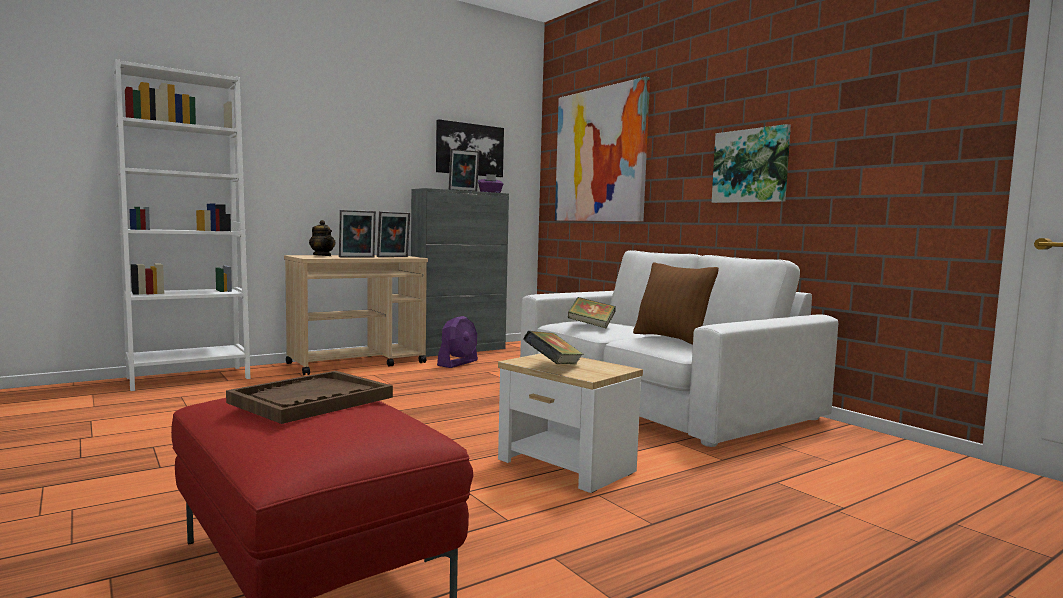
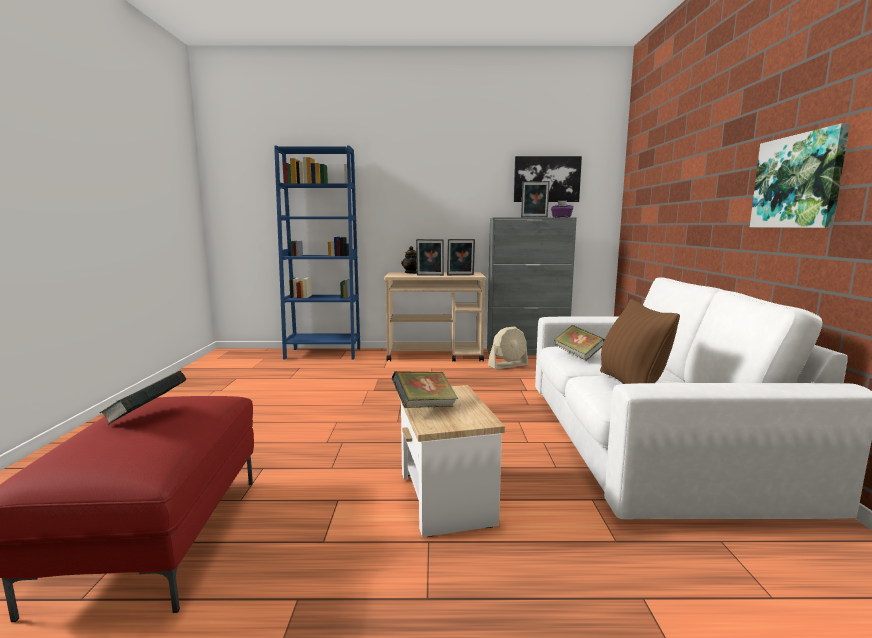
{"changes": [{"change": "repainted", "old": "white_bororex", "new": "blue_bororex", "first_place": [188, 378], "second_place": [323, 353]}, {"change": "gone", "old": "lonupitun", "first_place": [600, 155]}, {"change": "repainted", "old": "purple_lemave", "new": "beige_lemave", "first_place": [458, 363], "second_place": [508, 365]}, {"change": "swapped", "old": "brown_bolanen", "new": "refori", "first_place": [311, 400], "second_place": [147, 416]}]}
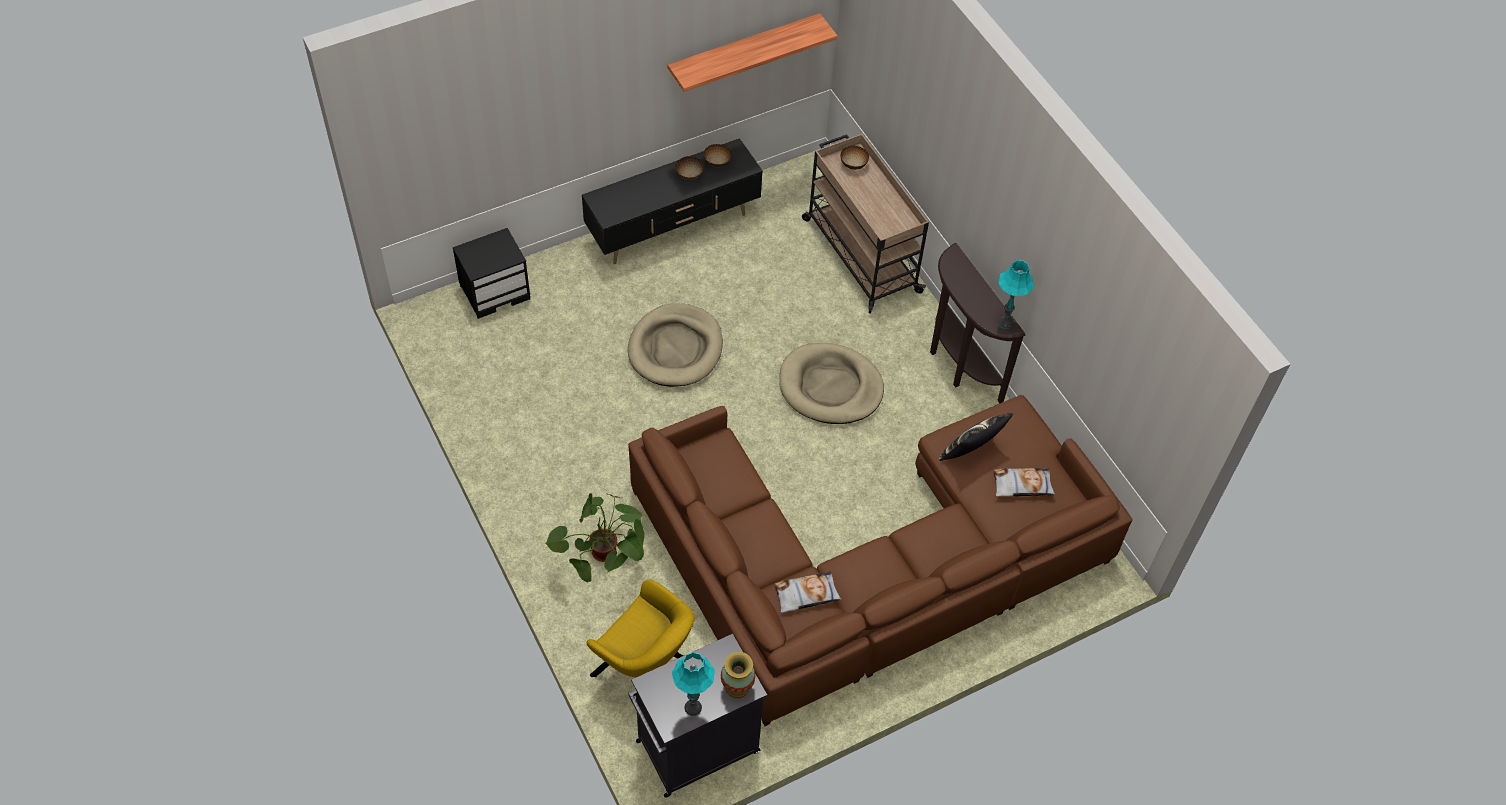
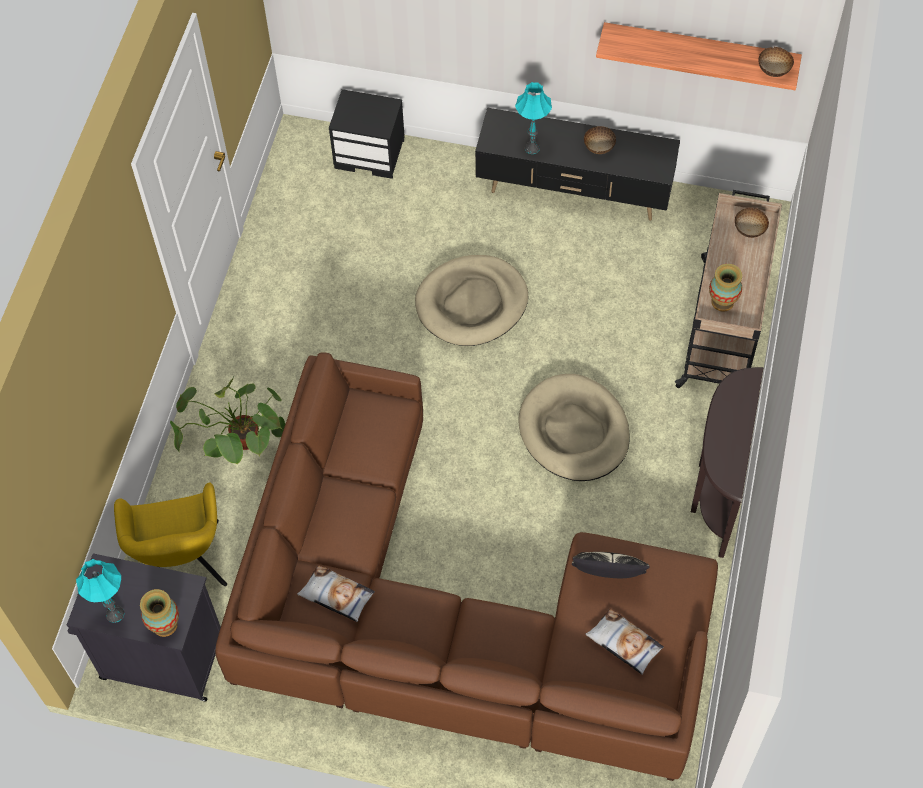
{"changes": [{"change": "shifted", "old": "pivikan", "first_place": [717, 163], "second_place": [774, 71]}, {"change": "shifted", "old": "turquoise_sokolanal", "first_place": [1005, 323], "second_place": [532, 148]}, {"change": "new", "new": "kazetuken", "second_place": [722, 302]}]}
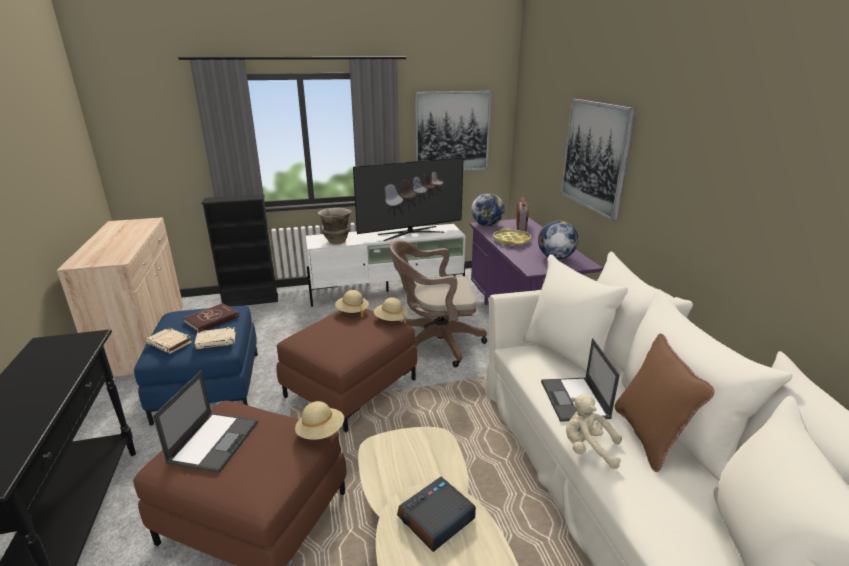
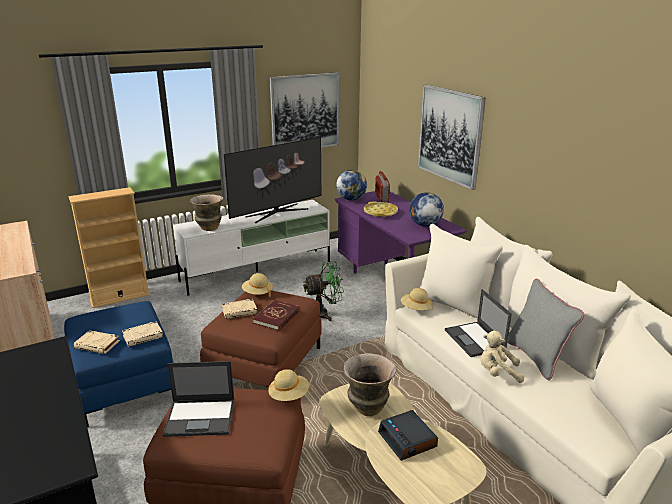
{"changes": [{"change": "repainted", "old": "black_bororex", "new": "beige_bororex", "first_place": [250, 300], "second_place": [120, 297]}, {"change": "swapped", "old": "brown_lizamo", "new": "green_lemave", "first_place": [435, 343], "second_place": [324, 314]}, {"change": "shifted", "old": "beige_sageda", "first_place": [391, 319], "second_place": [415, 309]}, {"change": "shifted", "old": "red_refori", "first_place": [212, 319], "second_place": [277, 317]}, {"change": "repainted", "old": "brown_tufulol", "new": "grey_tufulol", "first_place": [648, 436], "second_place": [536, 357]}, {"change": "rotated", "old": "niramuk", "first_place": [214, 441], "second_place": [201, 417], "degrees": 90}, {"change": "rotated", "old": "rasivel", "first_place": [436, 519], "second_place": [408, 440], "degrees": -60}, {"change": "new", "new": "beige_refori", "second_place": [240, 311]}, {"change": "new", "new": "kazetuken", "second_place": [368, 407]}]}
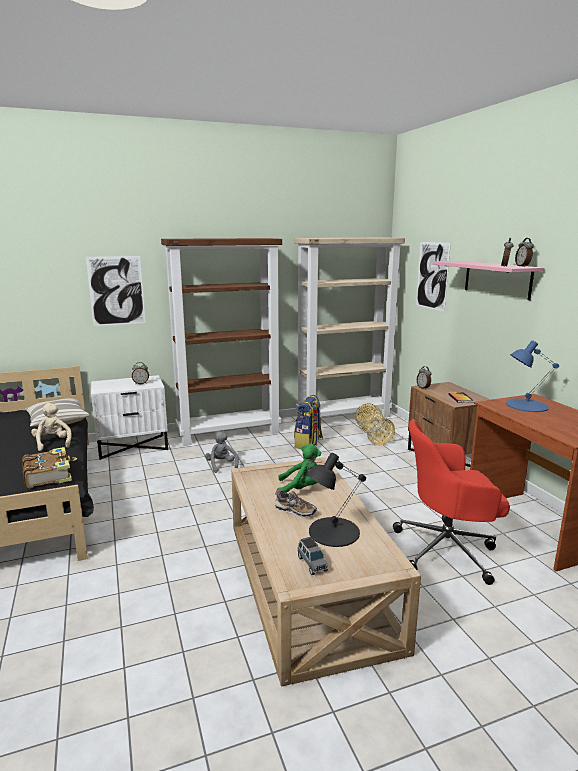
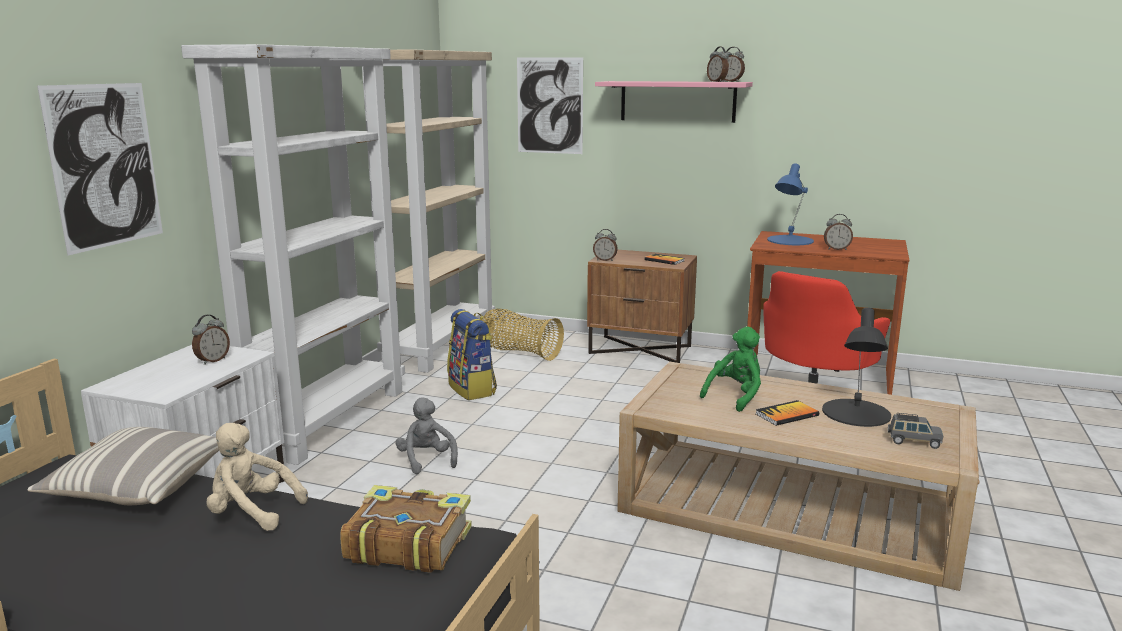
{"changes": [{"change": "repainted", "old": "brown_bororex", "new": "white_bororex", "first_place": [229, 433], "second_place": [329, 419]}, {"change": "rotated", "old": "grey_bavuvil", "first_place": [222, 466], "second_place": [426, 460], "degrees": 45}, {"change": "swapped", "old": "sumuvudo", "new": "refori", "first_place": [295, 511], "second_place": [787, 415]}, {"change": "new", "new": "rasivel", "second_place": [836, 249]}]}
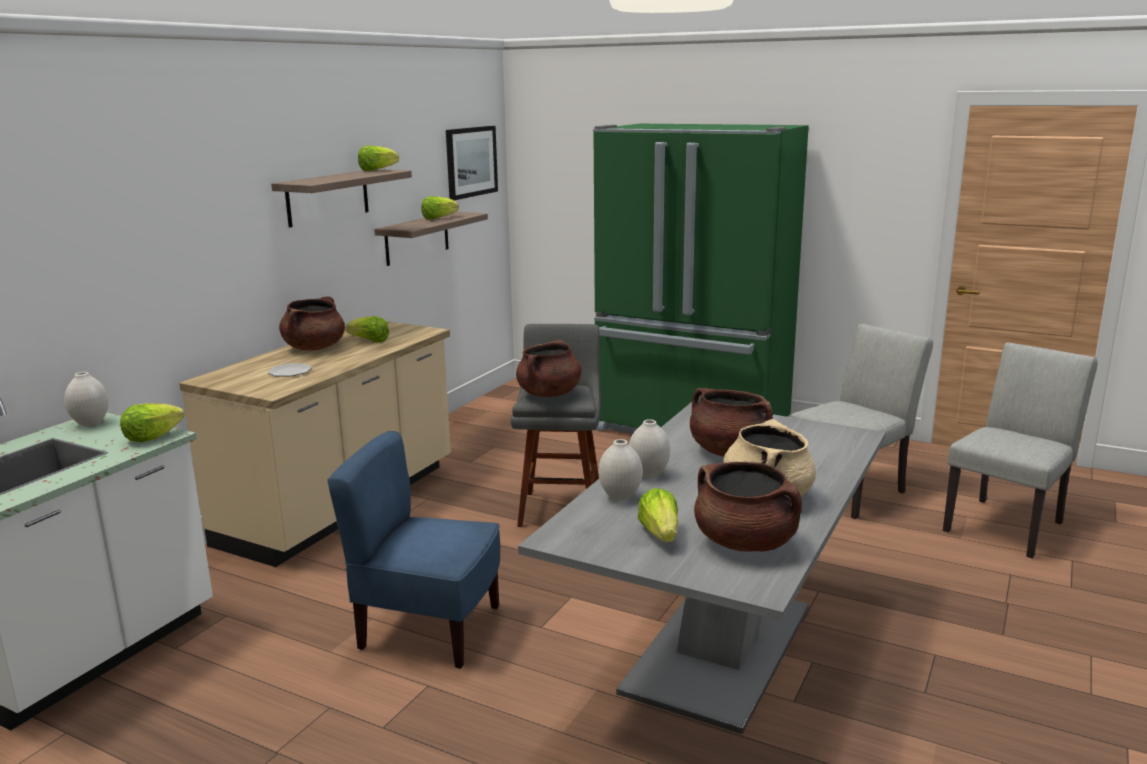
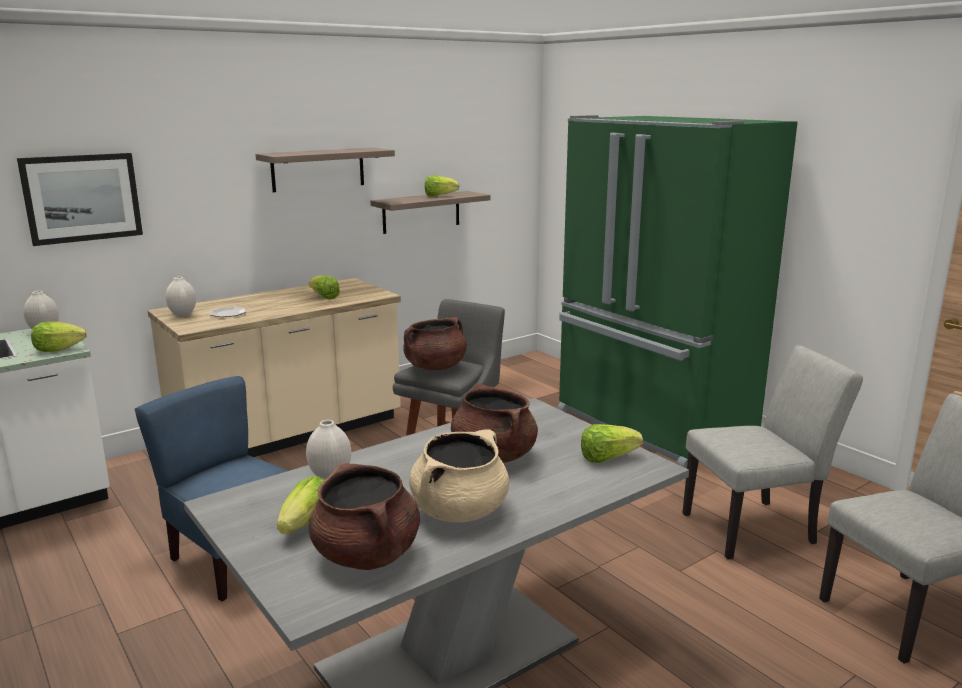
{"changes": [{"change": "shifted", "old": "lonupitun", "first_place": [471, 162], "second_place": [82, 198]}, {"change": "shifted", "old": "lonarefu", "first_place": [377, 170], "second_place": [607, 458]}, {"change": "gone", "old": "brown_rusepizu", "first_place": [314, 348]}, {"change": "shifted", "old": "white_kazetuken", "first_place": [648, 474], "second_place": [182, 315]}]}
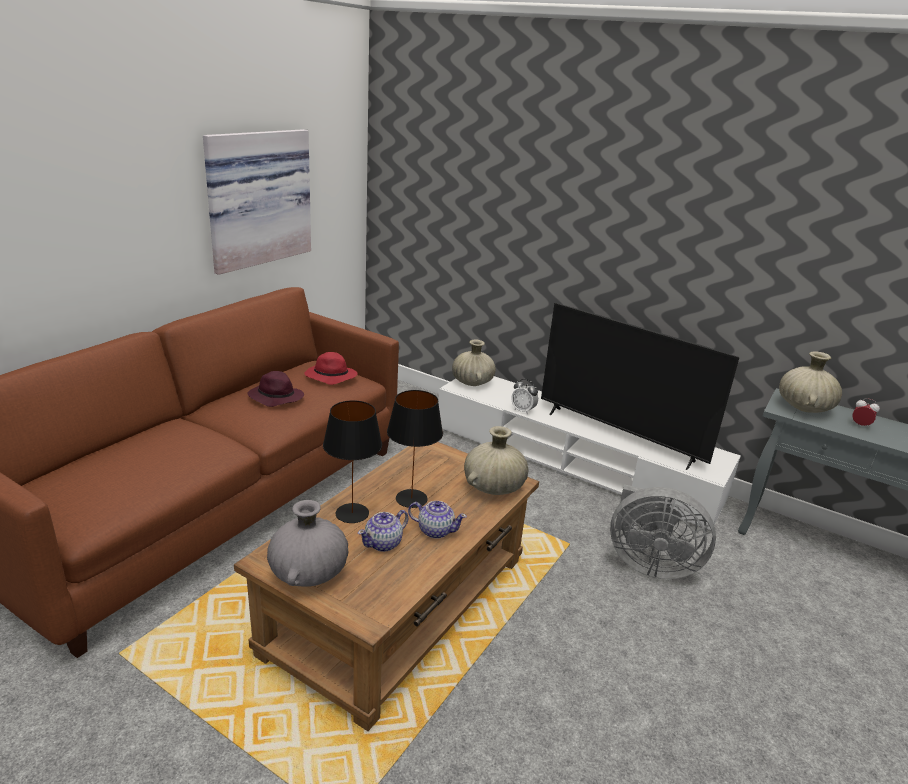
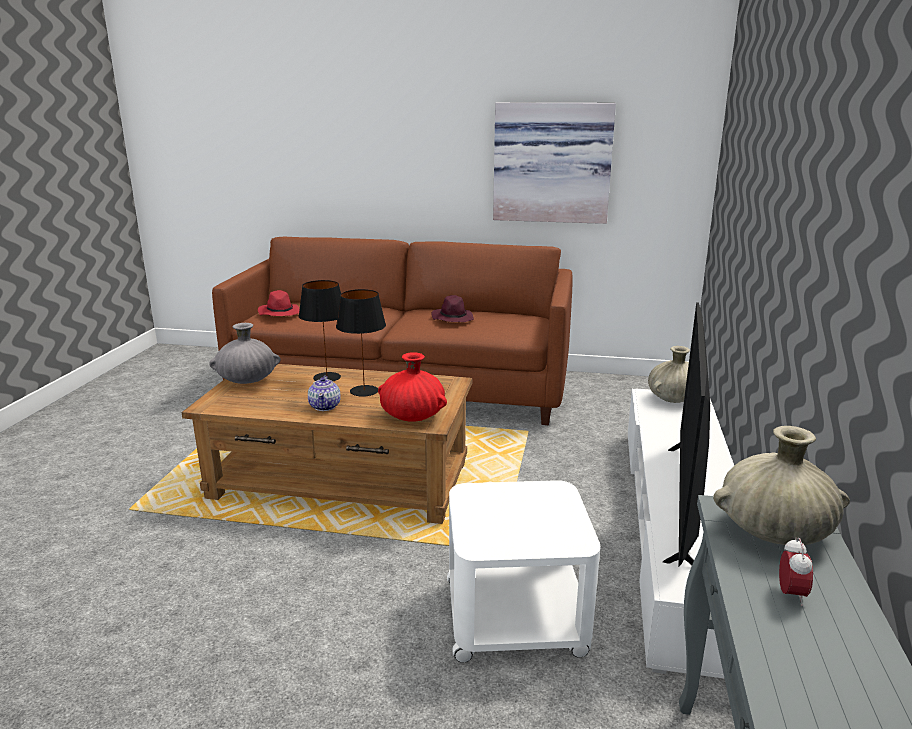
{"changes": [{"change": "shifted", "old": "red_sageda", "first_place": [330, 377], "second_place": [279, 313]}, {"change": "gone", "old": "rasivel", "first_place": [523, 411]}, {"change": "repainted", "old": "beige_kazetuken", "new": "red_kazetuken", "first_place": [493, 487], "second_place": [412, 416]}, {"change": "swapped", "old": "grey_lemave", "new": "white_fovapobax", "first_place": [649, 564], "second_place": [516, 616]}, {"change": "gone", "old": "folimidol", "first_place": [383, 543]}]}
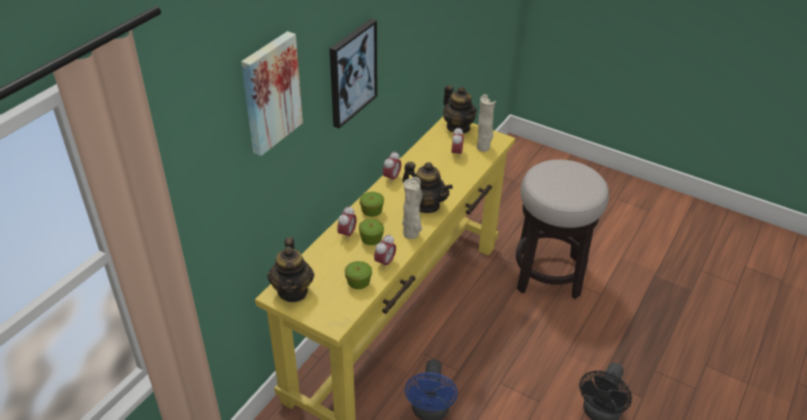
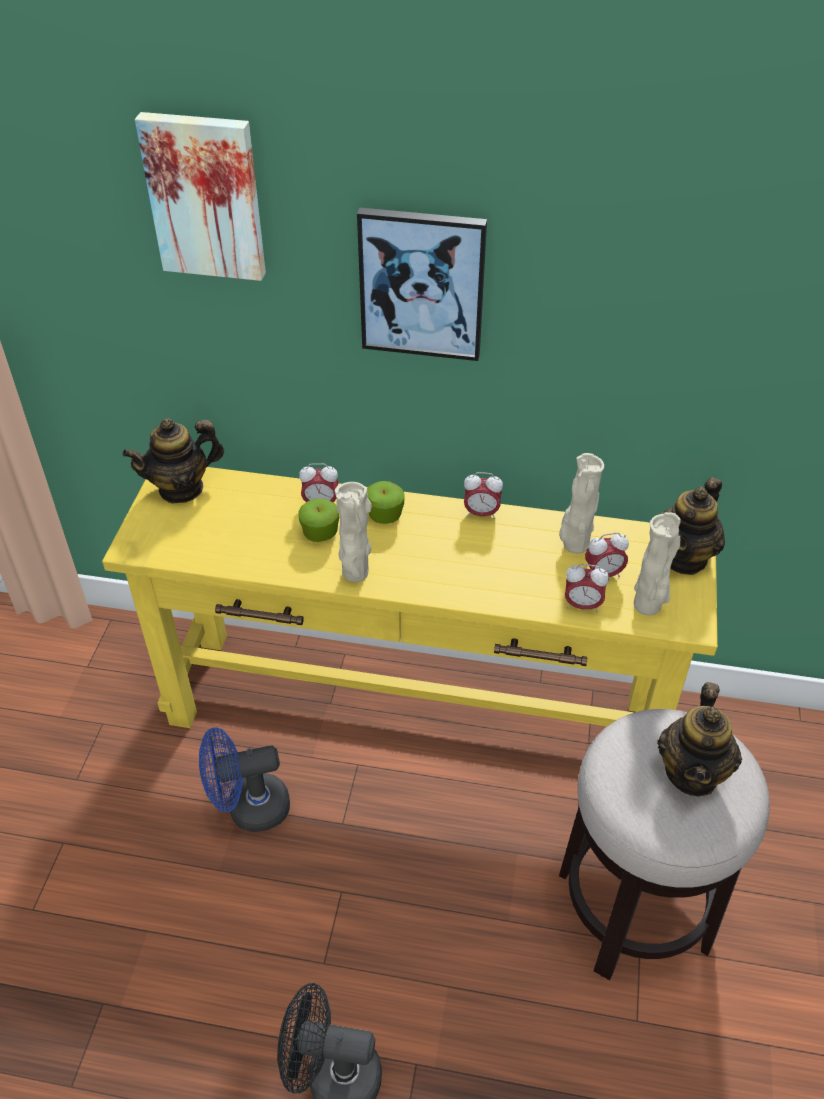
{"changes": [{"change": "shifted", "old": "folimidol", "first_place": [426, 205], "second_place": [692, 772]}, {"change": "shifted", "old": "rasivel", "first_place": [385, 263], "second_place": [582, 605]}, {"change": "gone", "old": "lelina", "first_place": [358, 283]}, {"change": "new", "new": "beige_kazetuken", "second_place": [574, 545]}]}
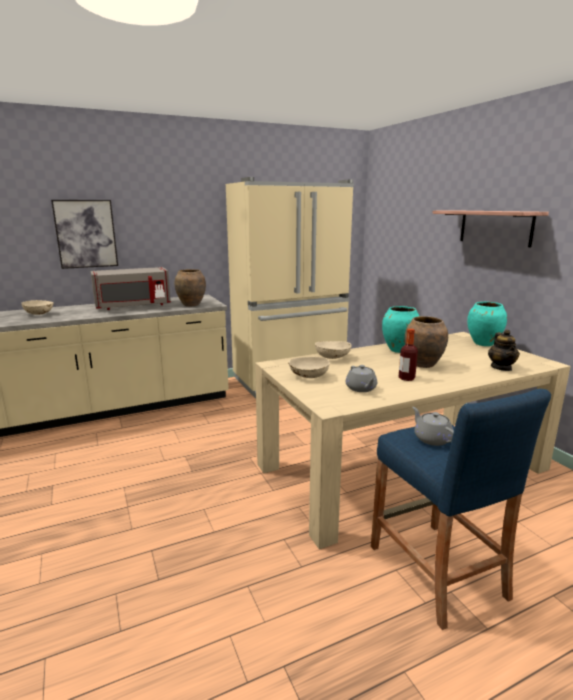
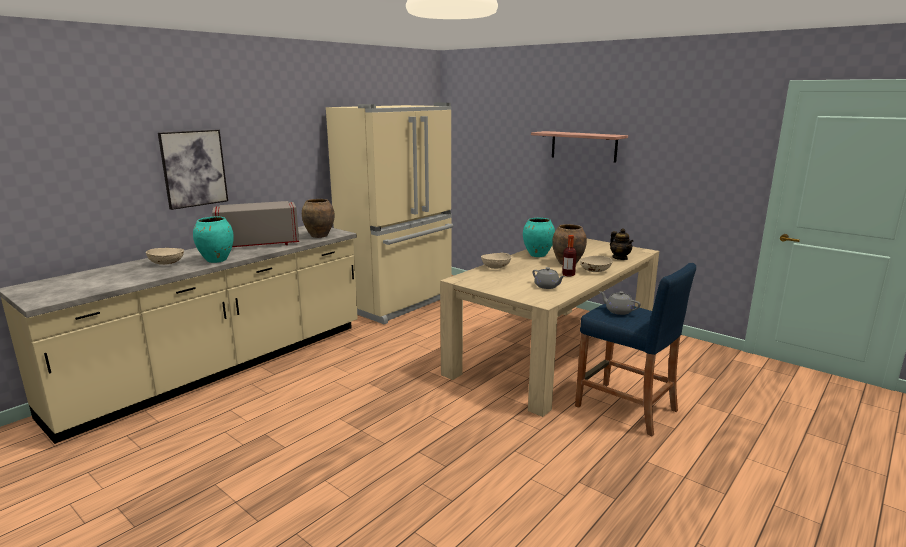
{"changes": [{"change": "rotated", "old": "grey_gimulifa", "first_place": [133, 306], "second_place": [258, 243], "degrees": -150}, {"change": "shifted", "old": "turquoise_kazetuken", "first_place": [484, 344], "second_place": [217, 260]}, {"change": "shifted", "old": "beige_pivikan", "first_place": [308, 377], "second_place": [595, 271]}]}
